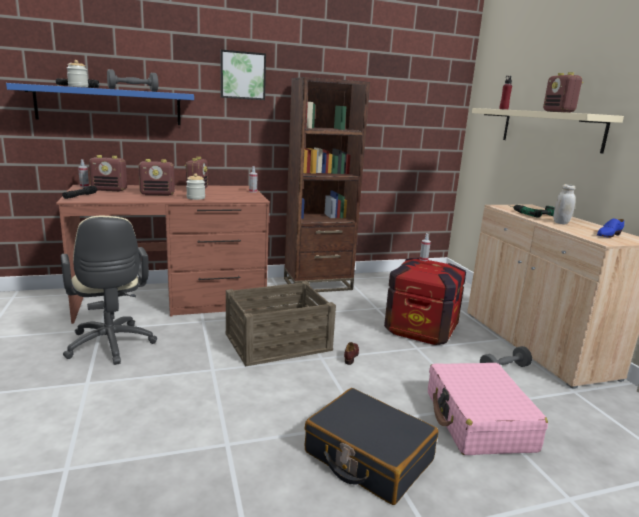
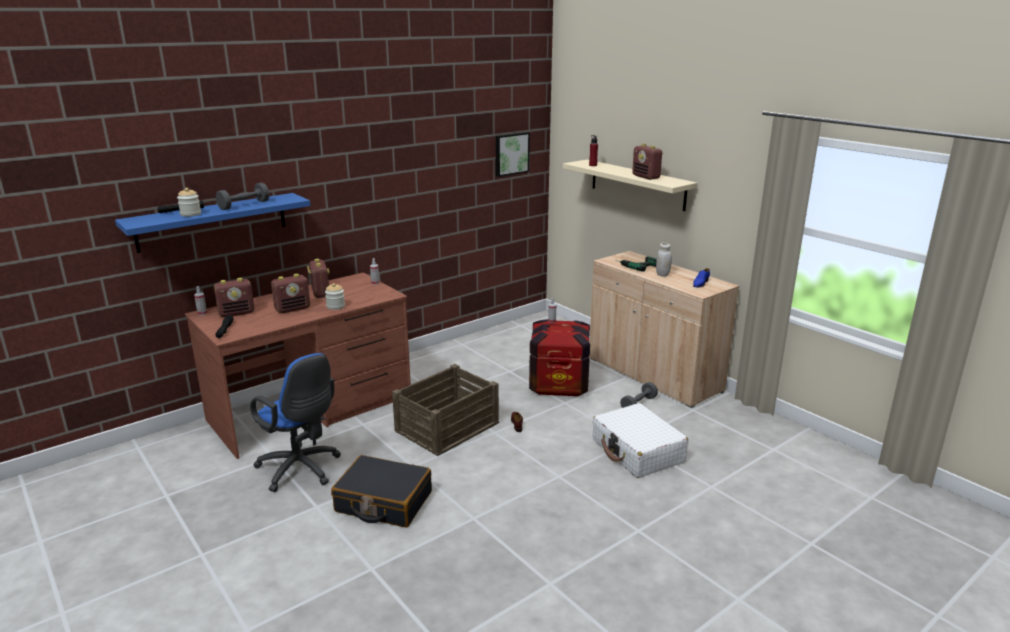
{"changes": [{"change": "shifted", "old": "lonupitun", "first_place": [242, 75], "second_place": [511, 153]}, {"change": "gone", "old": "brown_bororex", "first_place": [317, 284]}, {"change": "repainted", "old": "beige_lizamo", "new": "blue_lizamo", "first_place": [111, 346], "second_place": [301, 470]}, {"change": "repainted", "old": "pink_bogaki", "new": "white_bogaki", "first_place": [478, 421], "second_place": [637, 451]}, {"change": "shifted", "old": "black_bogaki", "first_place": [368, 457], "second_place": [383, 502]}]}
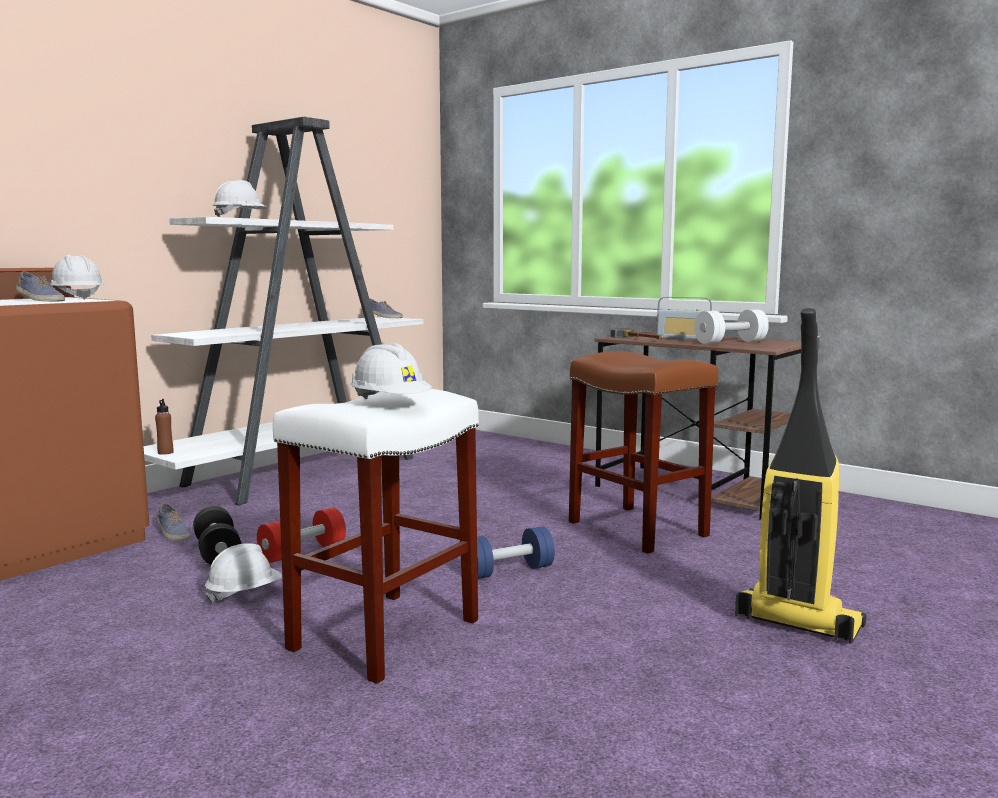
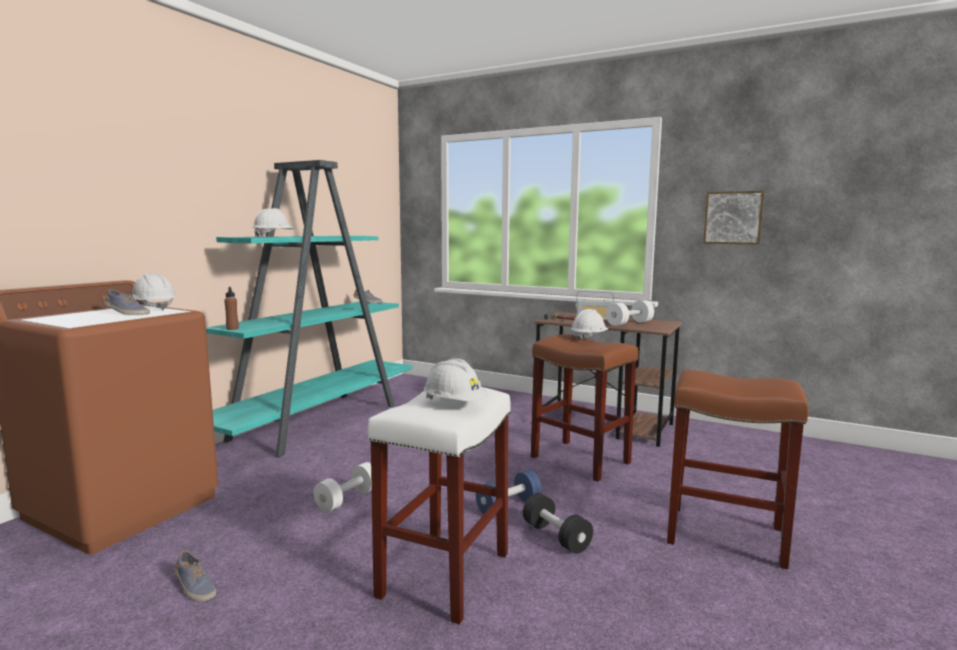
{"changes": [{"change": "repainted", "old": "white_bororex", "new": "turquoise_bororex", "first_place": [306, 471], "second_place": [318, 421]}, {"change": "swapped", "old": "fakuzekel", "new": "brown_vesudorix", "first_place": [796, 622], "second_place": [723, 535]}, {"change": "shifted", "old": "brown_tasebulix", "first_place": [165, 452], "second_place": [232, 329]}, {"change": "shifted", "old": "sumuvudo", "first_place": [172, 533], "second_place": [194, 587]}, {"change": "shifted", "old": "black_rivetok", "first_place": [217, 553], "second_place": [556, 537]}, {"change": "repainted", "old": "red_rivetok", "new": "white_rivetok", "first_place": [302, 552], "second_place": [347, 499]}, {"change": "shifted", "old": "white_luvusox", "first_place": [244, 594], "second_place": [588, 338]}, {"change": "new", "new": "lonupitun", "second_place": [733, 217]}]}
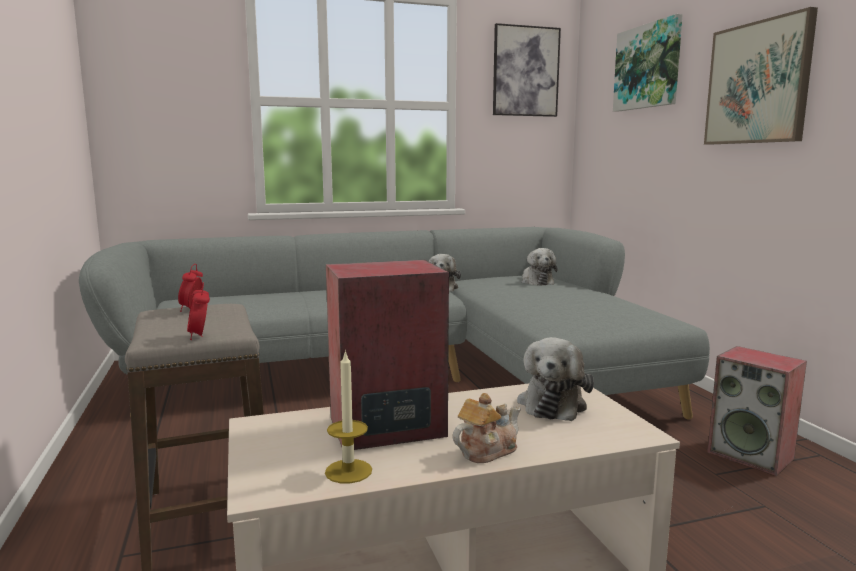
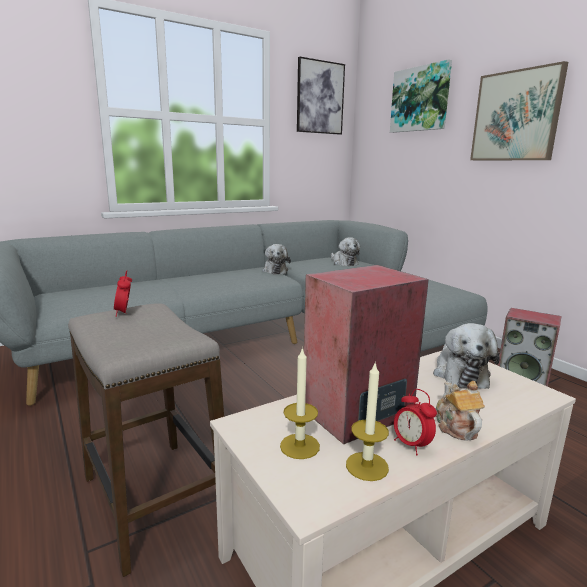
{"changes": [{"change": "shifted", "old": "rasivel", "first_place": [200, 336], "second_place": [411, 445]}, {"change": "rotated", "old": "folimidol", "first_place": [486, 451], "second_place": [455, 427], "degrees": -45}, {"change": "new", "new": "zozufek", "second_place": [299, 446]}]}
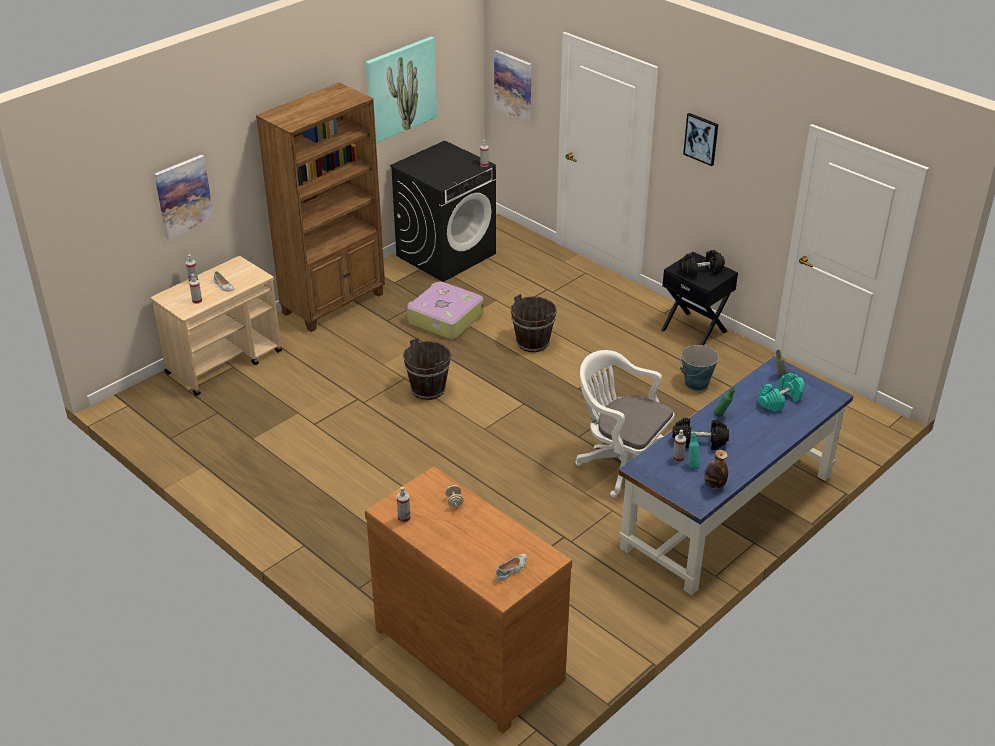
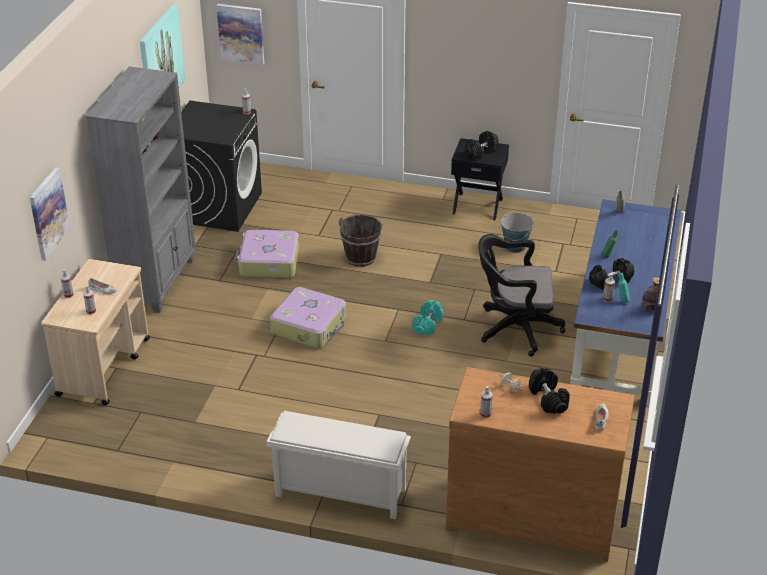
{"changes": [{"change": "repainted", "old": "brown_bororex", "new": "grey_bororex", "first_place": [334, 303], "second_place": [157, 281]}, {"change": "gone", "old": "lonupitun", "first_place": [701, 139]}, {"change": "swapped", "old": "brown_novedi", "new": "bogaki", "first_place": [428, 389], "second_place": [310, 326]}, {"change": "repainted", "old": "white_lizamo", "new": "black_lizamo", "first_place": [621, 464], "second_place": [514, 329]}, {"change": "shifted", "old": "turquoise_rivetok", "first_place": [780, 400], "second_place": [427, 325]}, {"change": "new", "new": "black_rivetok", "second_place": [548, 399]}, {"change": "new", "new": "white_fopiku", "second_place": [339, 493]}]}
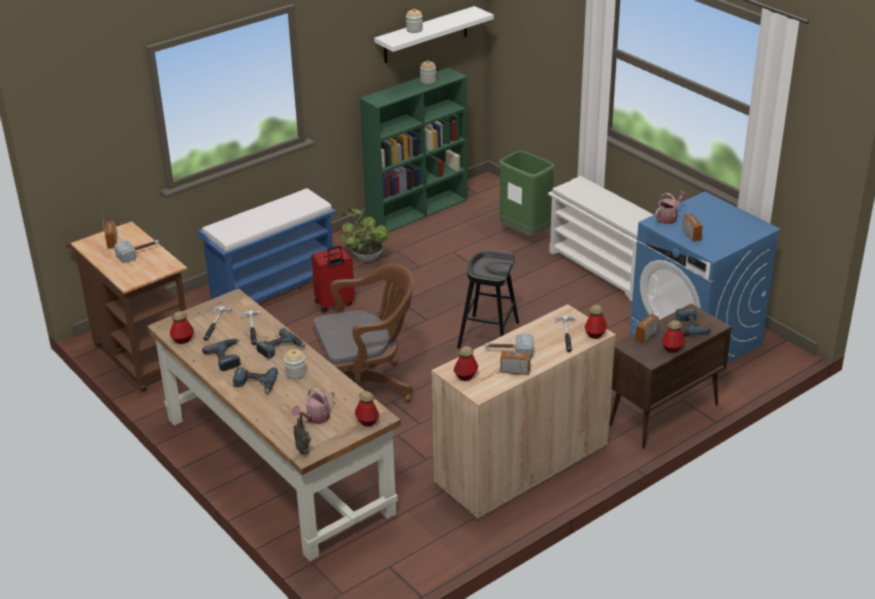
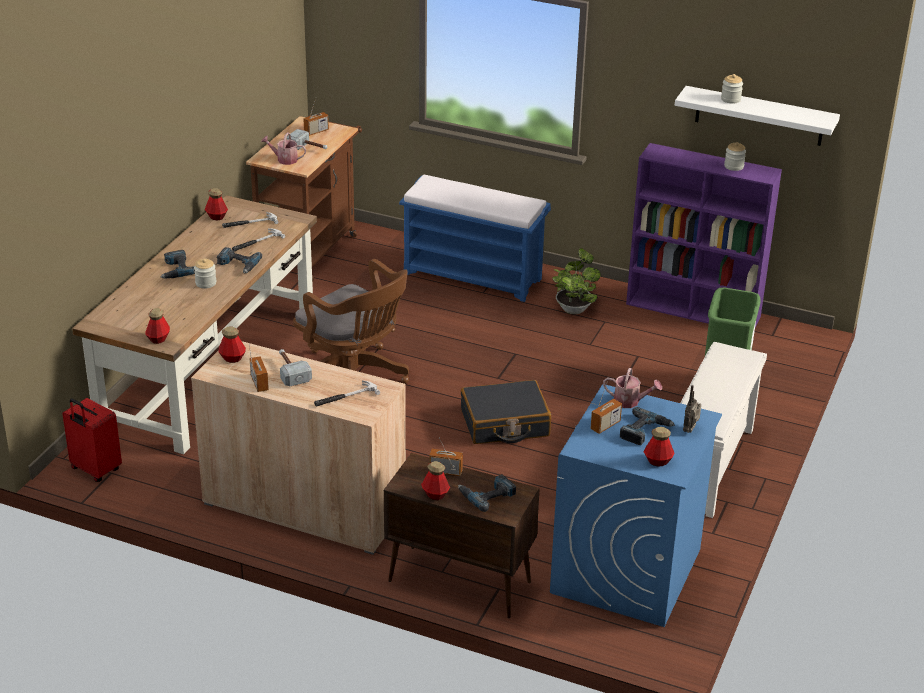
{"changes": [{"change": "repainted", "old": "green_bororex", "new": "purple_bororex", "first_place": [418, 211], "second_place": [694, 310]}, {"change": "shifted", "old": "red_bogaki", "first_place": [334, 304], "second_place": [95, 470]}, {"change": "swapped", "old": "black_vesudorix", "new": "black_bogaki", "first_place": [488, 335], "second_place": [504, 424]}, {"change": "shifted", "old": "tasebulix", "first_place": [595, 334], "second_place": [658, 461]}, {"change": "shifted", "old": "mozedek", "first_place": [227, 357], "second_place": [645, 431]}, {"change": "shifted", "old": "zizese", "first_place": [315, 418], "second_place": [284, 159]}, {"change": "shifted", "old": "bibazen", "first_place": [303, 451], "second_place": [691, 430]}]}
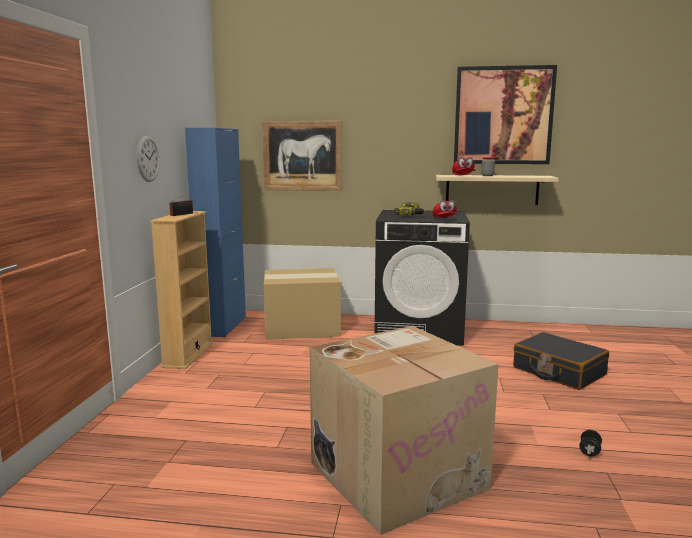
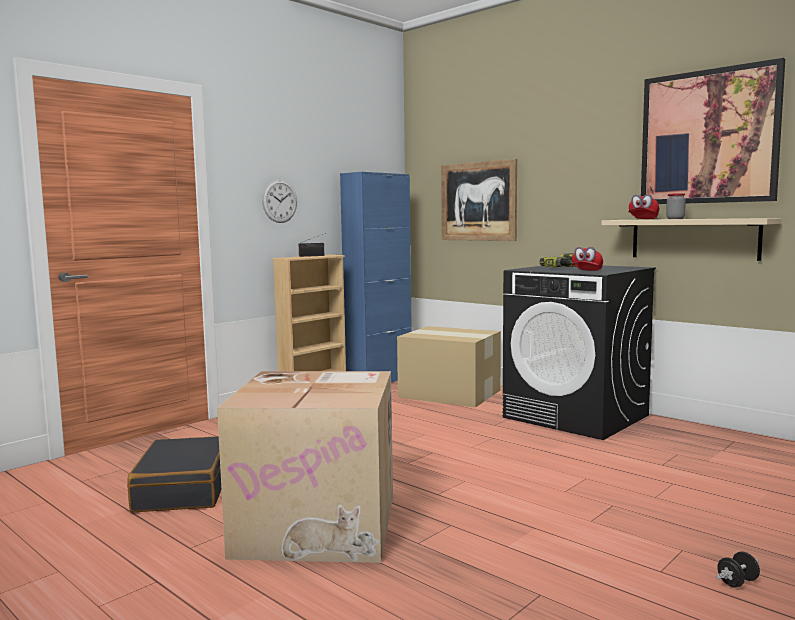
{"changes": [{"change": "shifted", "old": "black_bogaki", "first_place": [558, 371], "second_place": [182, 489]}, {"change": "shifted", "old": "black_rivetok", "first_place": [589, 451], "second_place": [737, 582]}]}
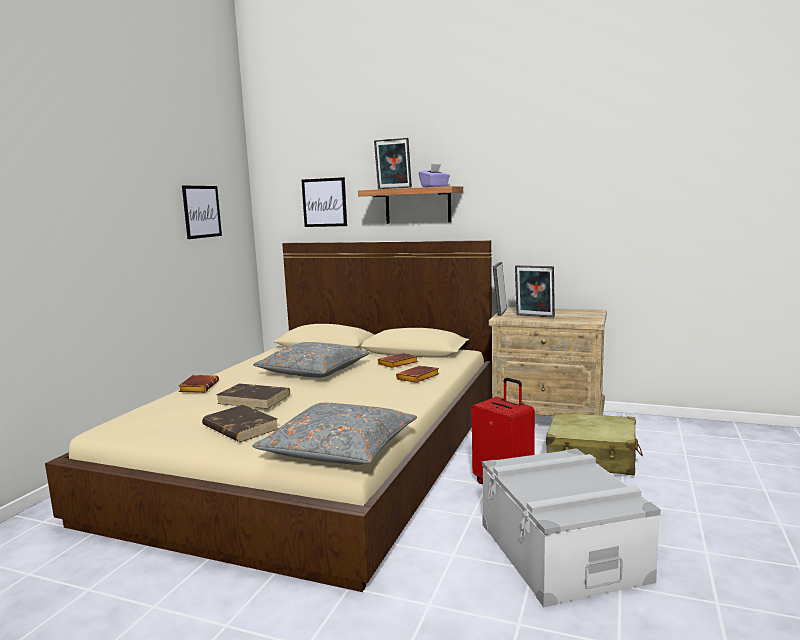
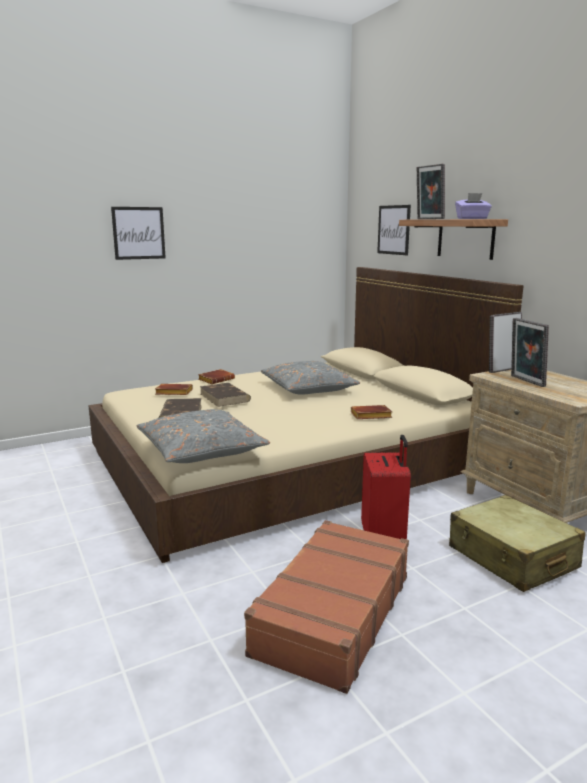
{"changes": [{"change": "shifted", "old": "lonupitun", "first_place": [202, 211], "second_place": [138, 233]}, {"change": "shifted", "old": "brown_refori", "first_place": [397, 364], "second_place": [173, 393]}, {"change": "swapped", "old": "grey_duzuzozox", "new": "brown_bogaki", "first_place": [562, 551], "second_place": [332, 614]}]}
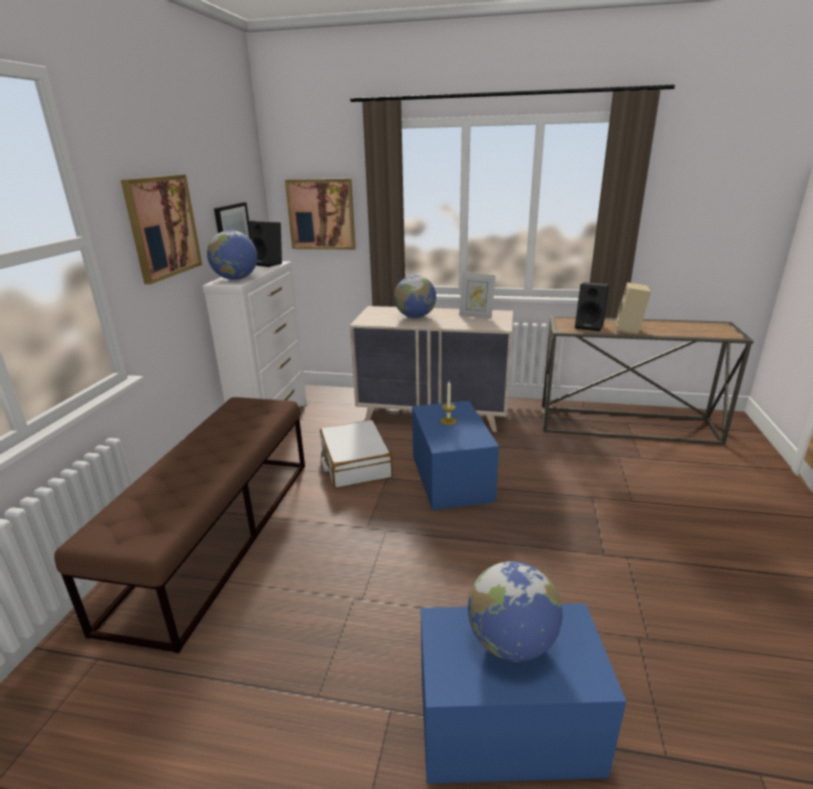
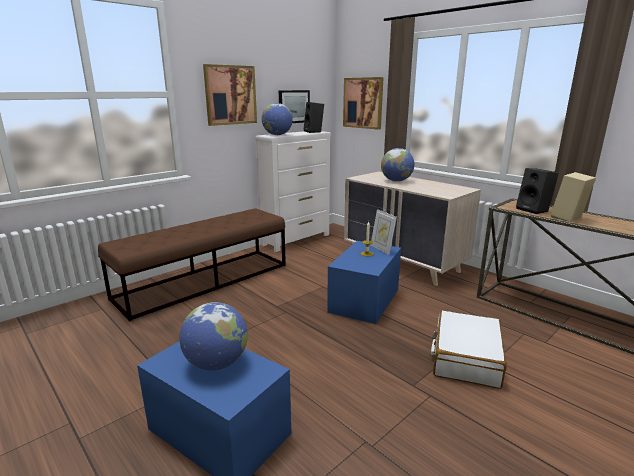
{"changes": [{"change": "shifted", "old": "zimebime", "first_place": [476, 316], "second_place": [382, 249]}, {"change": "shifted", "old": "white_bogaki", "first_place": [355, 464], "second_place": [465, 358]}]}
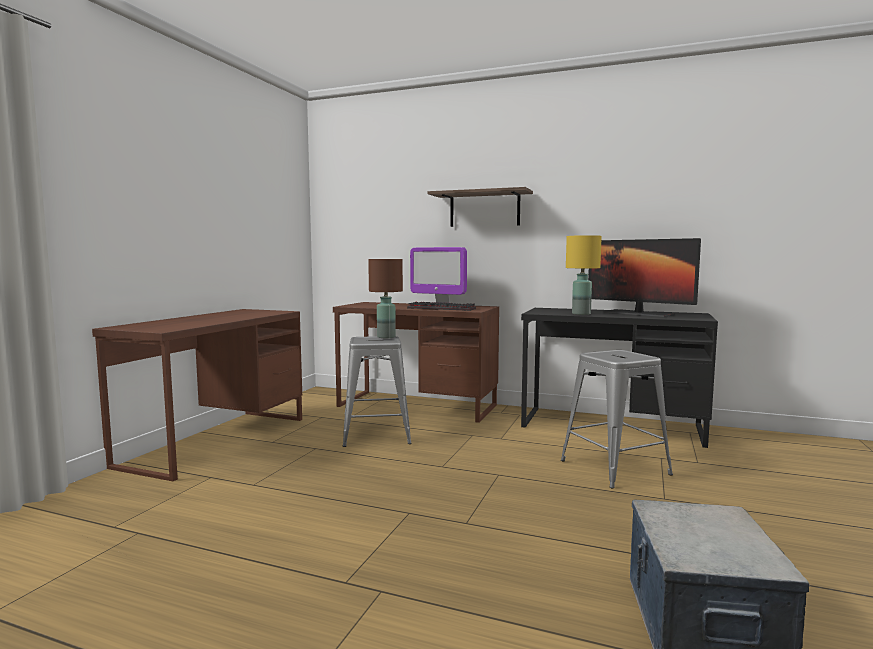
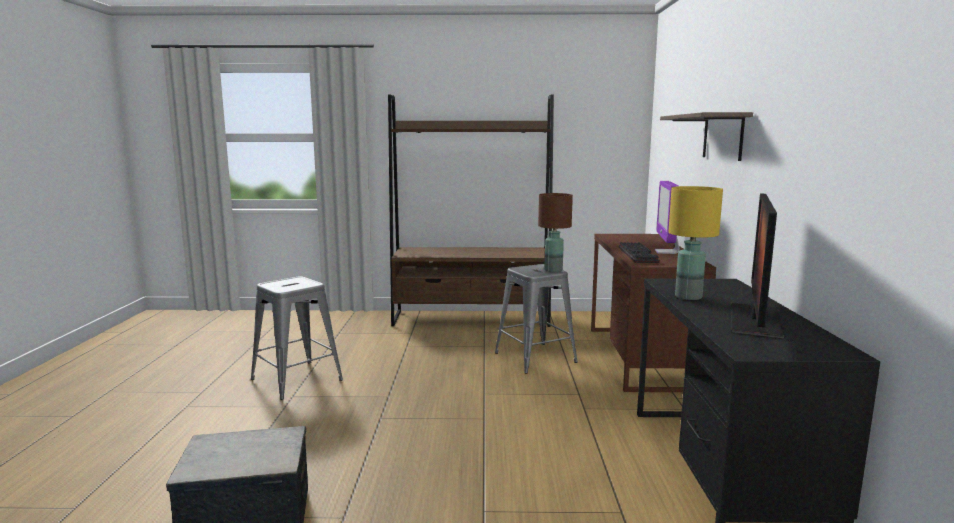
{"changes": [{"change": "swapped", "old": "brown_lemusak", "new": "brown_bororex", "first_place": [217, 440], "second_place": [471, 318]}, {"change": "shifted", "old": "grey_vesudorix", "first_place": [615, 467], "second_place": [296, 380]}]}
